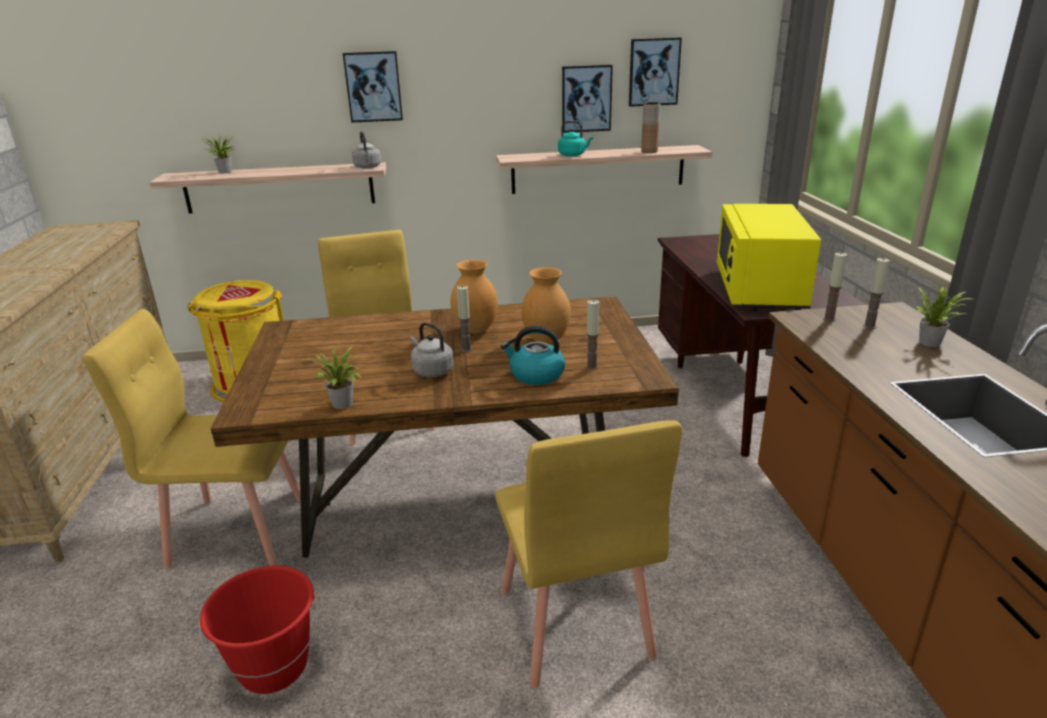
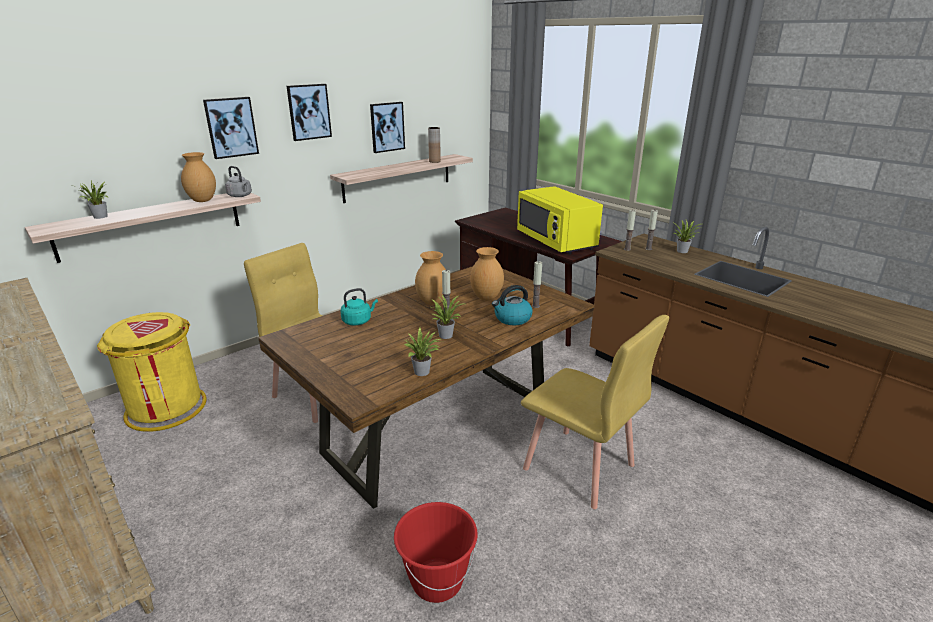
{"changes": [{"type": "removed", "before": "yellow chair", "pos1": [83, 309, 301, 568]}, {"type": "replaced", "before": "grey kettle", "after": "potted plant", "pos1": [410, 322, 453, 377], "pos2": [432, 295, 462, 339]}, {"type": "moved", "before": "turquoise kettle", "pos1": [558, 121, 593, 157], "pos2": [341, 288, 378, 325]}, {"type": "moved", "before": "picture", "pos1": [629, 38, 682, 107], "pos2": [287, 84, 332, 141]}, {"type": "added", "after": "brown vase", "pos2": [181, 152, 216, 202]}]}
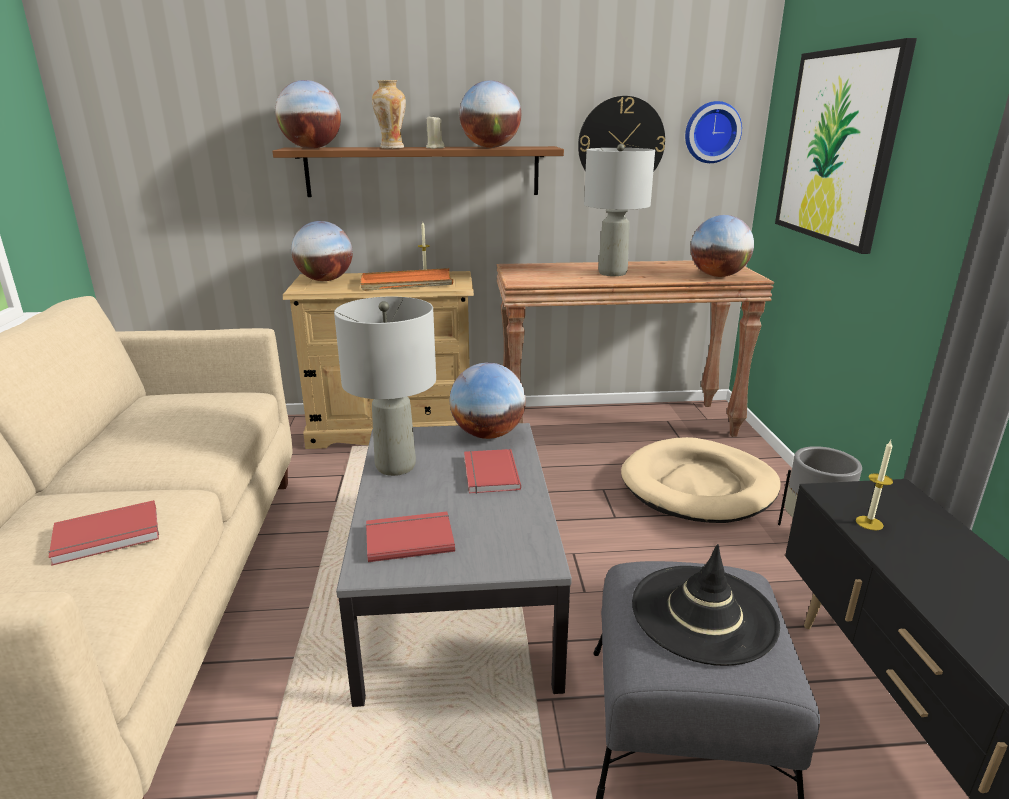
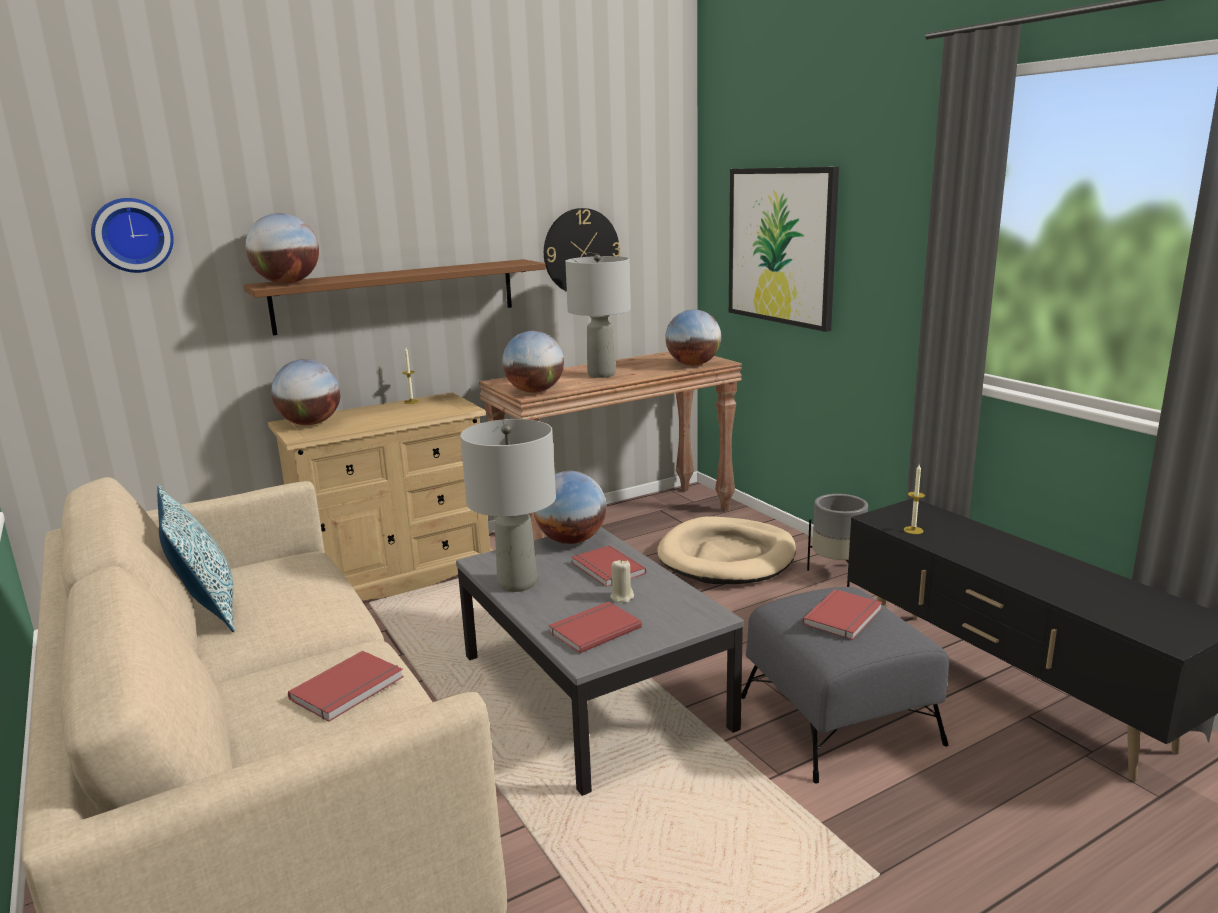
{"changes": [{"type": "removed", "before": "orange tray", "pos1": [361, 268, 453, 291]}, {"type": "removed", "before": "vase", "pos1": [372, 80, 406, 149]}, {"type": "moved", "before": "beige candle", "pos1": [426, 117, 445, 149], "pos2": [610, 560, 634, 603]}, {"type": "moved", "before": "globe", "pos1": [459, 80, 521, 148], "pos2": [502, 331, 564, 393]}, {"type": "replaced", "before": "black hat", "after": "red book", "pos1": [632, 544, 780, 666], "pos2": [803, 589, 882, 640]}, {"type": "moved", "before": "wall clock", "pos1": [685, 101, 742, 163], "pos2": [91, 198, 174, 273]}, {"type": "added", "after": "pillow", "pos2": [157, 485, 235, 632]}]}
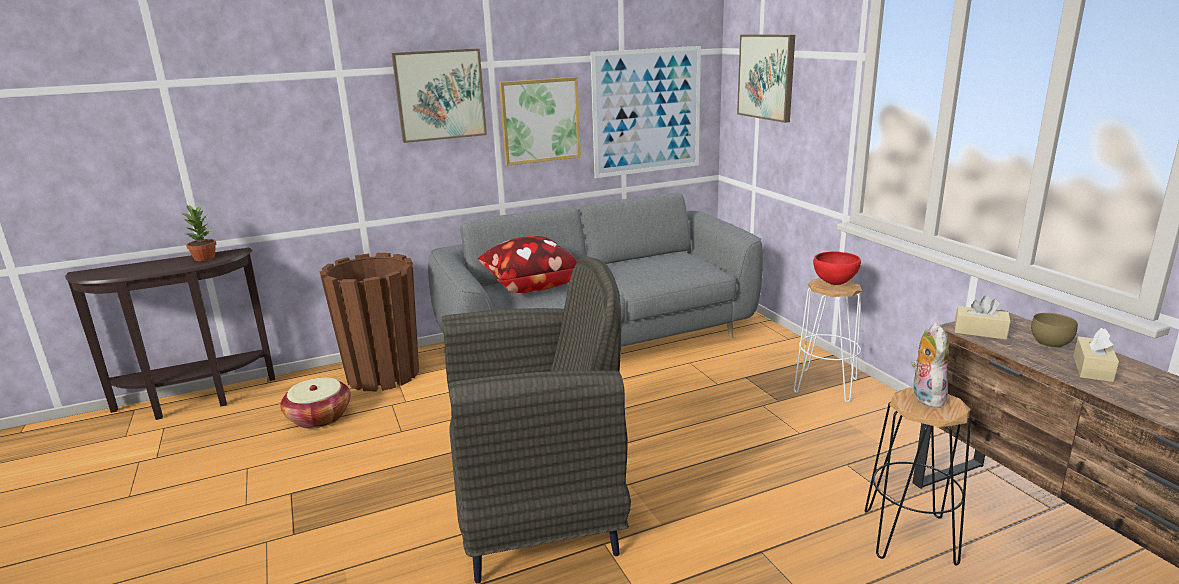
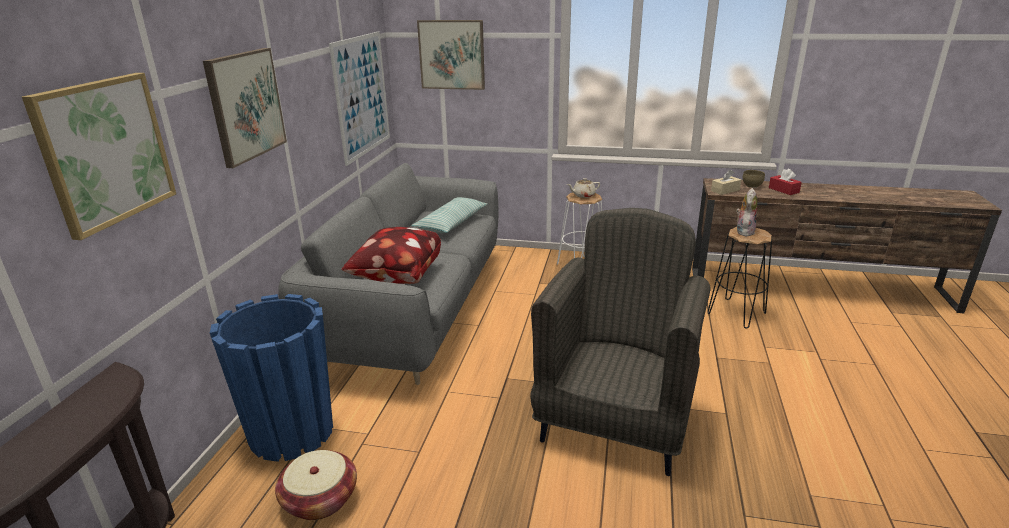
{"changes": [{"type": "removed", "before": "potted plant", "pos1": [181, 205, 216, 261]}, {"type": "recoloured", "before": "brown planter", "after": "blue planter", "pos1": [319, 253, 419, 391], "pos2": [210, 294, 333, 462]}, {"type": "moved", "before": "picture", "pos1": [499, 77, 581, 166], "pos2": [22, 73, 176, 240]}, {"type": "replaced", "before": "red bowl", "after": "beige teapot", "pos1": [813, 251, 861, 285], "pos2": [567, 178, 600, 198]}, {"type": "turned", "before": "plush toy", "pos1": [911, 323, 949, 408], "pos2": [736, 188, 757, 236], "turn": 75}, {"type": "recoloured", "before": "beige tissue box", "after": "red tissue box", "pos1": [1073, 328, 1119, 382], "pos2": [769, 169, 802, 195]}, {"type": "added", "after": "pillow", "pos2": [411, 197, 488, 233]}]}
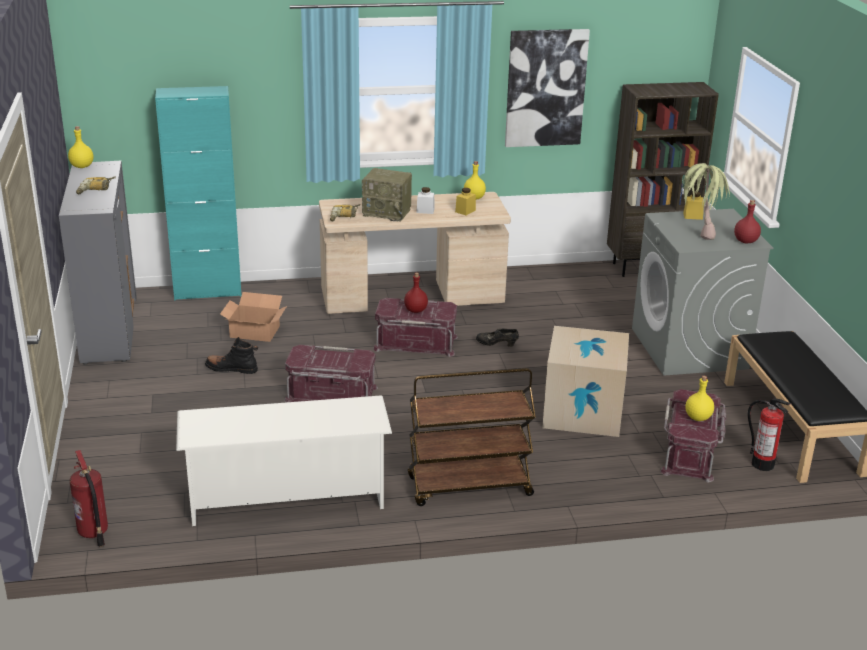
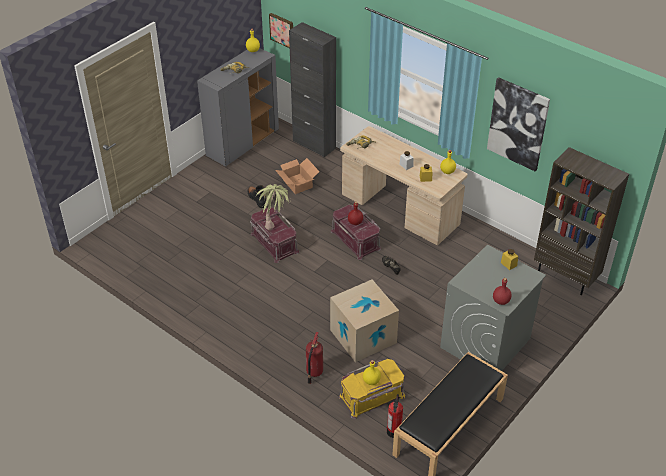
{"changes": [{"type": "moved", "before": "fire extinguisher", "pos1": [70, 450, 108, 547], "pos2": [306, 332, 323, 384]}, {"type": "recoloured", "before": "turquoise cabinet", "after": "black cabinet", "pos1": [155, 86, 242, 300], "pos2": [289, 22, 336, 157]}, {"type": "removed", "before": "white shoe rack", "pos1": [176, 395, 392, 526]}, {"type": "removed", "before": "radio", "pos1": [362, 168, 412, 222]}, {"type": "removed", "before": "brown cart", "pos1": [408, 368, 536, 506]}, {"type": "recoloured", "before": "red storage box", "after": "yellow storage box", "pos1": [660, 389, 726, 482], "pos2": [339, 359, 405, 419]}, {"type": "moved", "before": "potted plant", "pos1": [680, 163, 730, 240], "pos2": [256, 184, 289, 230]}, {"type": "added", "after": "picture", "pos2": [269, 13, 293, 48]}]}
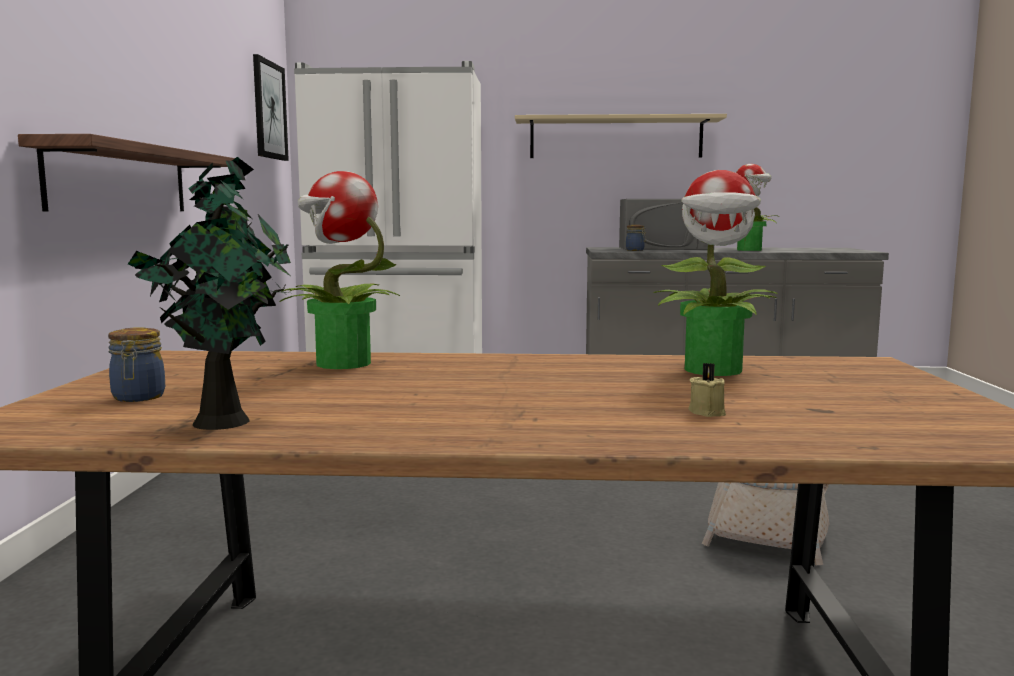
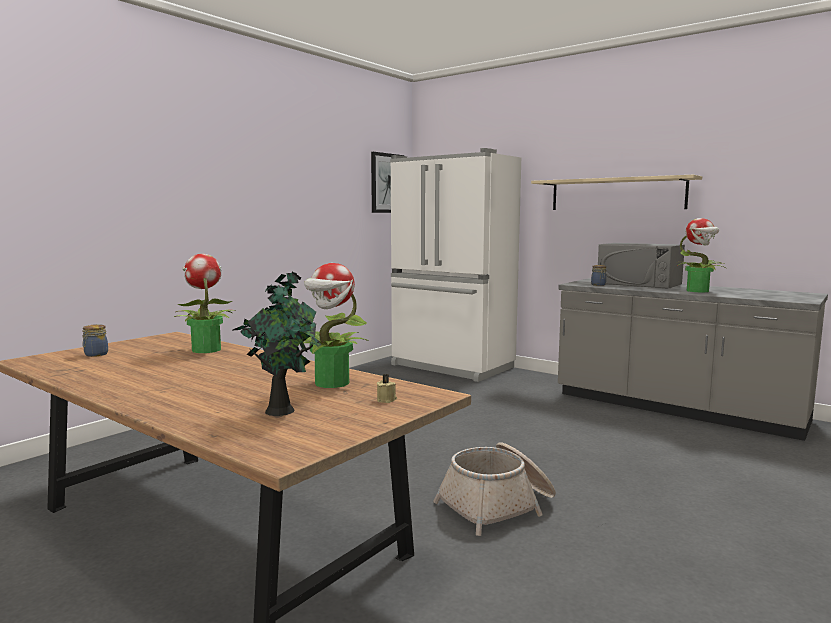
{"changes": [{"type": "removed", "before": "shelf", "pos1": [18, 134, 235, 211]}, {"type": "moved", "before": "potted plant", "pos1": [128, 157, 292, 430], "pos2": [233, 271, 321, 416]}, {"type": "moved", "before": "beige candle", "pos1": [688, 363, 726, 417], "pos2": [377, 374, 397, 403]}]}
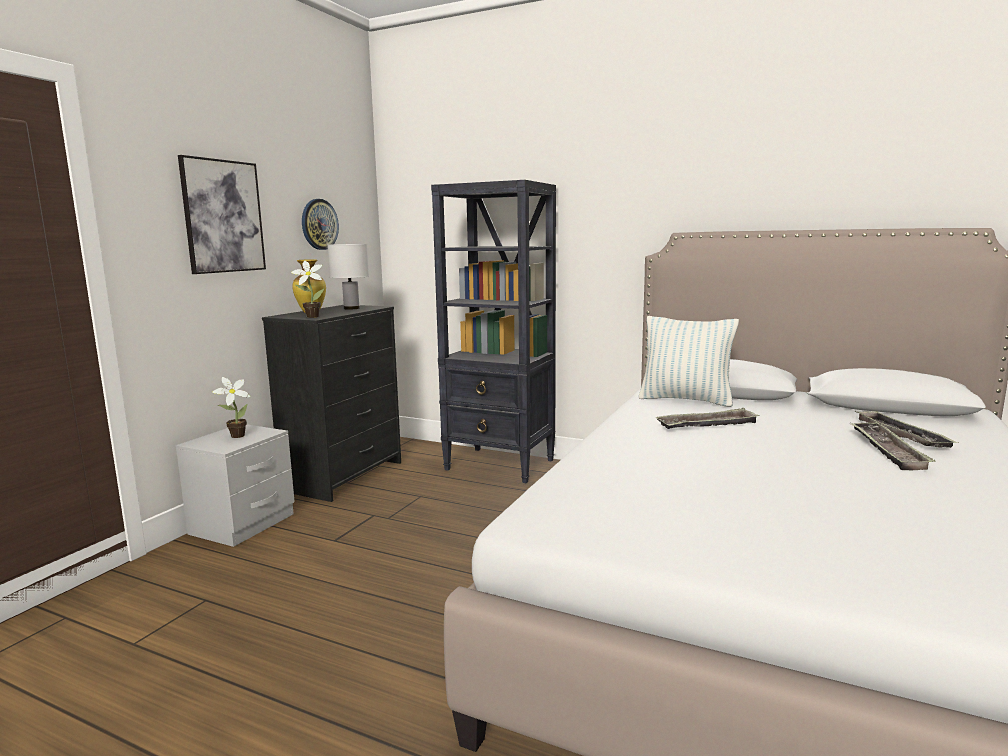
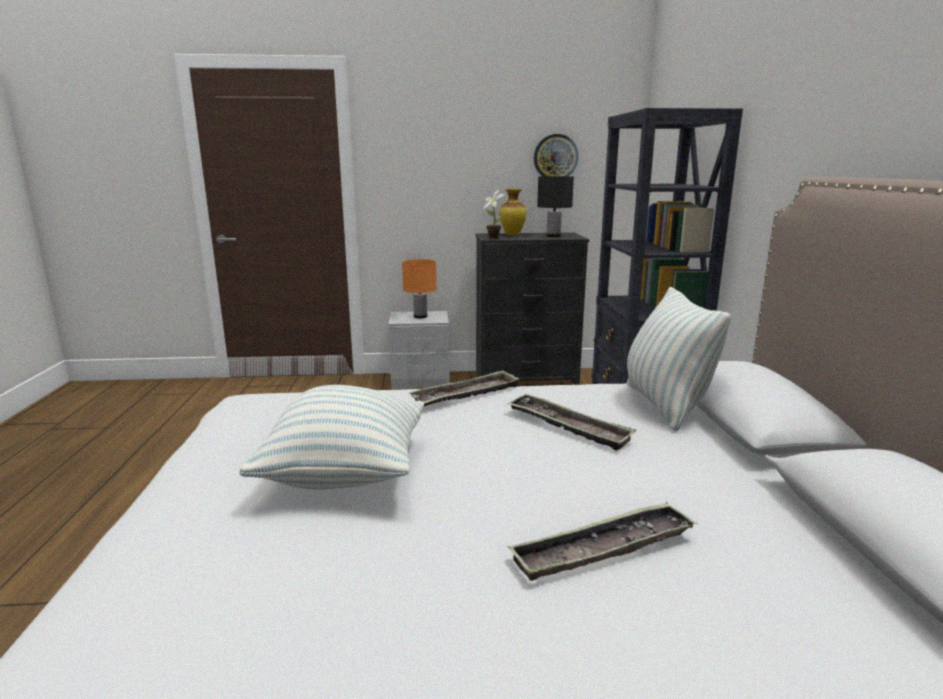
{"changes": [{"type": "removed", "before": "picture", "pos1": [178, 155, 266, 274]}, {"type": "replaced", "before": "potted plant", "after": "orange table lamp", "pos1": [212, 377, 251, 438], "pos2": [402, 259, 437, 318]}, {"type": "recoloured", "before": "white table lamp", "after": "black table lamp", "pos1": [328, 244, 369, 310], "pos2": [537, 176, 574, 237]}, {"type": "moved", "before": "tray", "pos1": [855, 411, 959, 448], "pos2": [409, 370, 520, 406]}, {"type": "added", "after": "pillow", "pos2": [240, 385, 424, 490]}]}
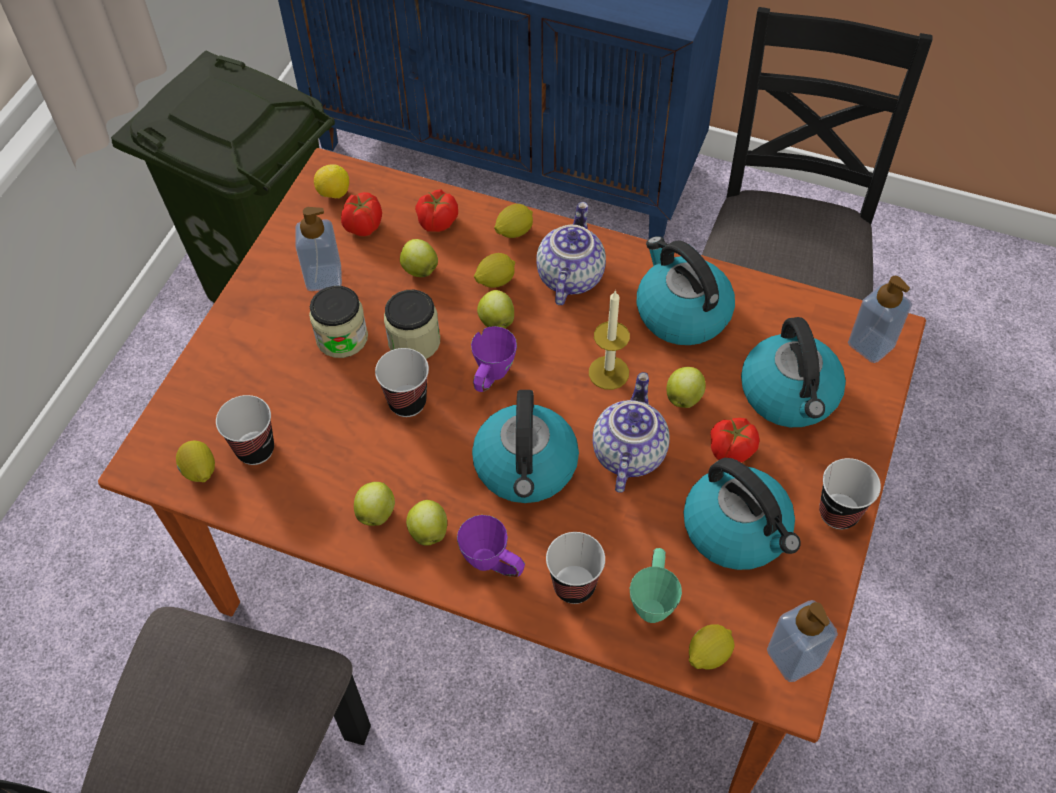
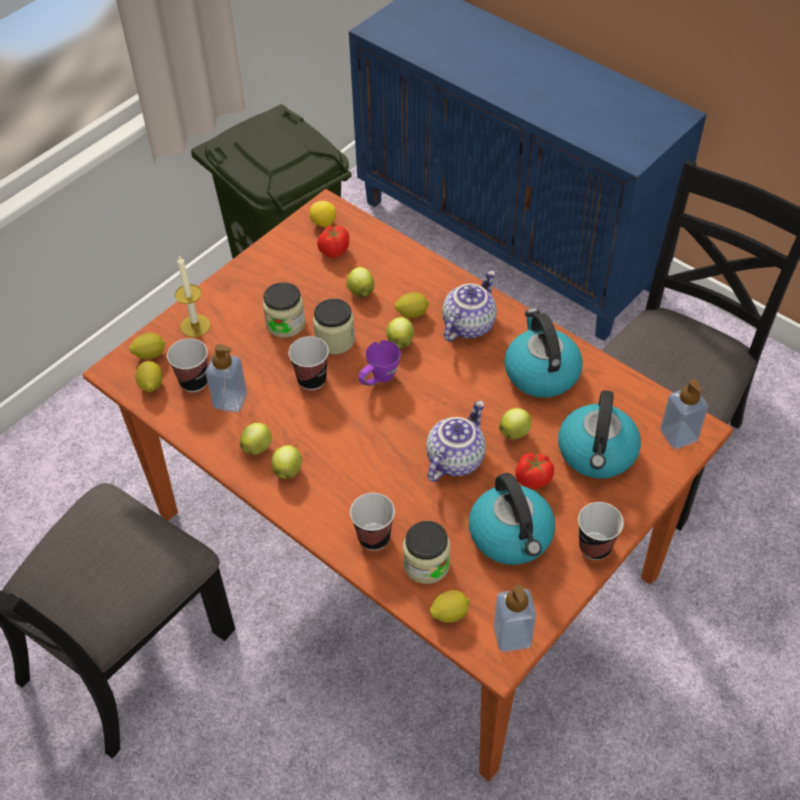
{"changes": [{"type": "moved", "before": "soap dispenser", "pos1": [295, 207, 342, 291], "pos2": [205, 344, 247, 413]}, {"type": "removed", "before": "tomato", "pos1": [415, 189, 458, 232]}, {"type": "removed", "before": "purple mug", "pos1": [457, 515, 525, 577]}, {"type": "removed", "before": "kettle", "pos1": [472, 390, 579, 503]}, {"type": "moved", "before": "lemon", "pos1": [494, 204, 533, 238], "pos2": [129, 333, 166, 359]}, {"type": "moved", "before": "candle", "pos1": [589, 290, 630, 390], "pos2": [175, 255, 211, 337]}, {"type": "replaced", "before": "green mug", "after": "jar", "pos1": [630, 548, 682, 623], "pos2": [403, 521, 450, 584]}]}
